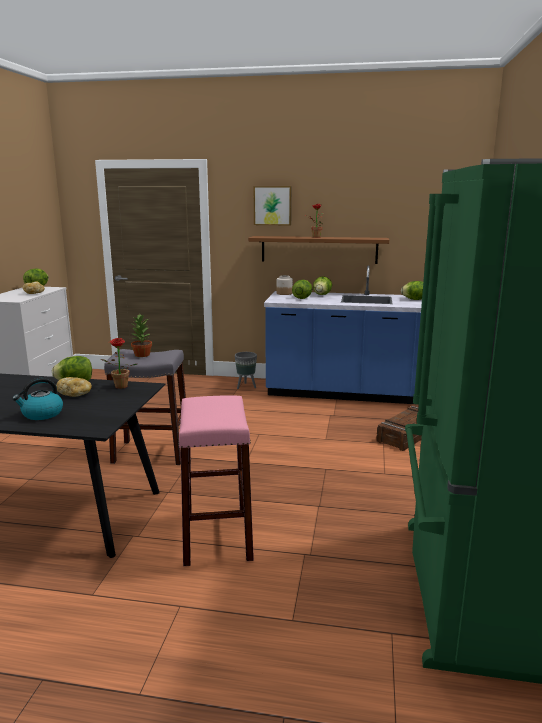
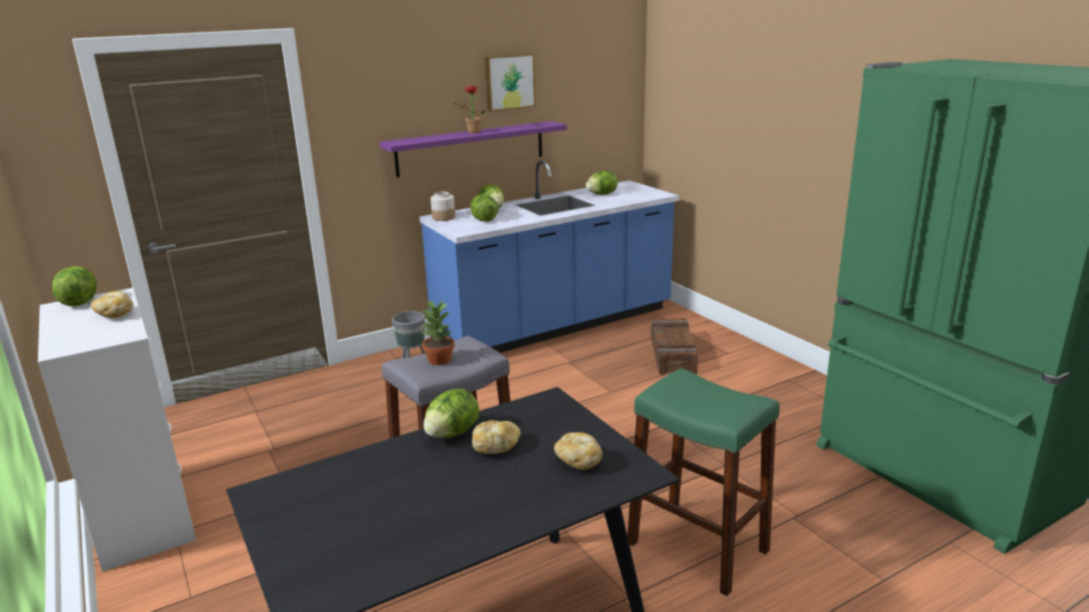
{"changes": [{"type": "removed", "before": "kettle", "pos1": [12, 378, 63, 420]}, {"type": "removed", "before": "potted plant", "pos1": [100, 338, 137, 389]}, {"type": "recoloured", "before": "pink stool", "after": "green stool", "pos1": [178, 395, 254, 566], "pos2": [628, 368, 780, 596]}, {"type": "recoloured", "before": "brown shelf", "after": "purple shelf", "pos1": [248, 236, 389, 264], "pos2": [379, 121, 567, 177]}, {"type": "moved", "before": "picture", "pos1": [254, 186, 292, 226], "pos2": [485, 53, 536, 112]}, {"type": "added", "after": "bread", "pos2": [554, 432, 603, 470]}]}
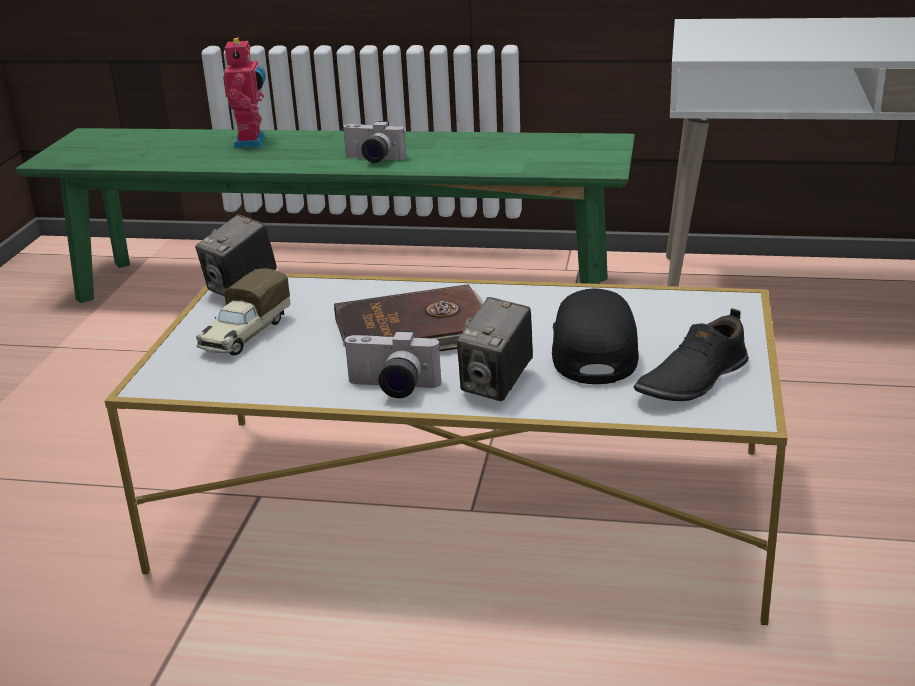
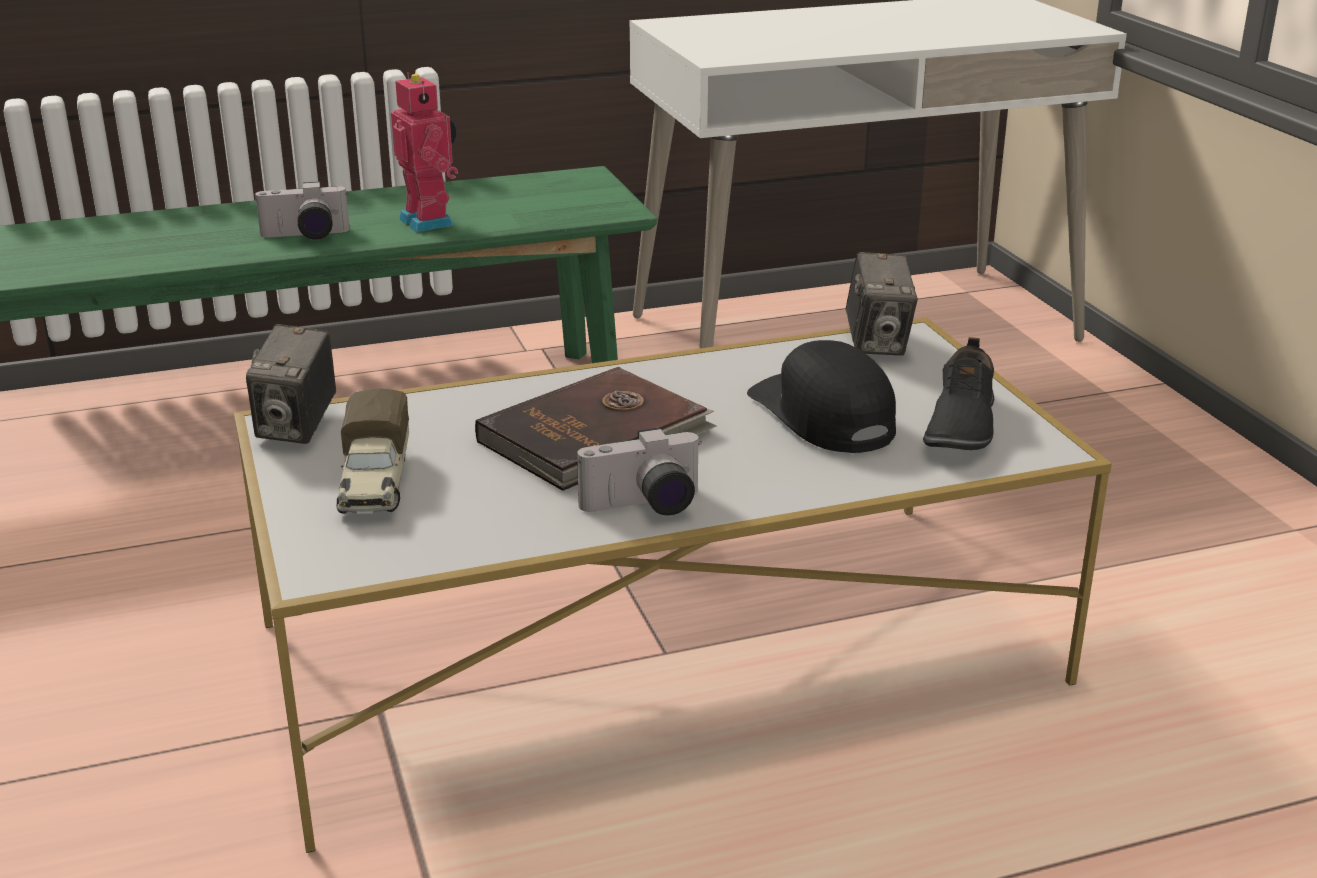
{"changes": [{"type": "moved", "before": "toy robot", "pos1": [223, 37, 266, 148], "pos2": [391, 72, 458, 232]}, {"type": "moved", "before": "photo camera", "pos1": [457, 297, 533, 401], "pos2": [846, 252, 918, 356]}]}
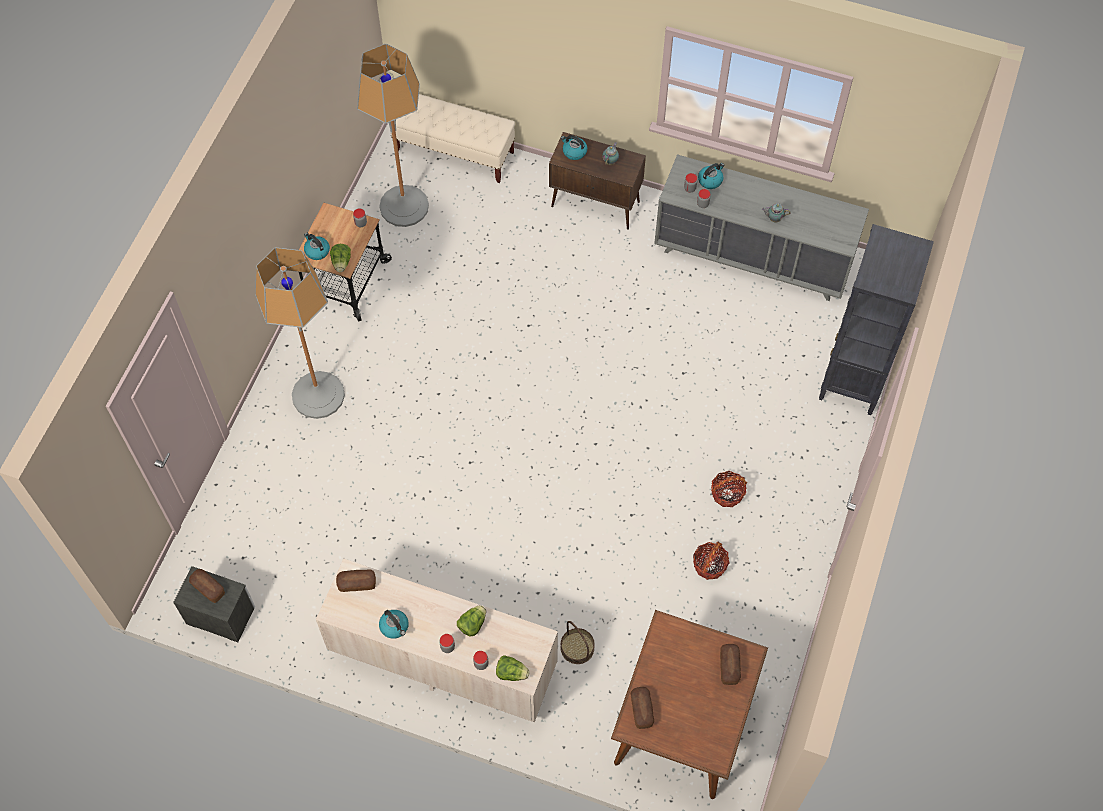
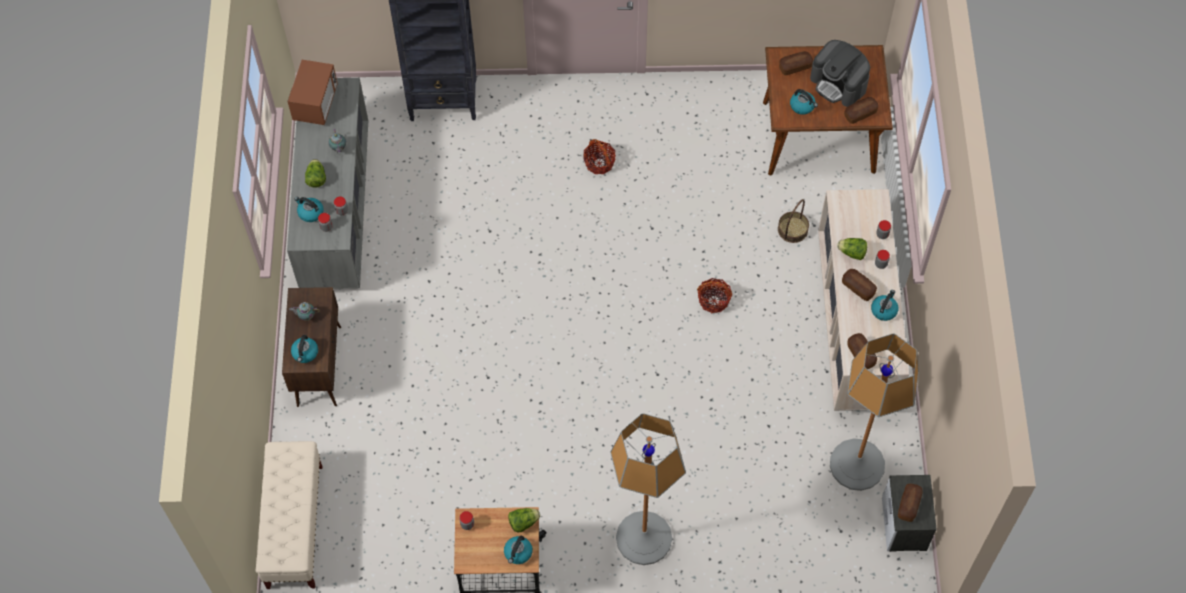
{"changes": [{"type": "moved", "before": "floor lamp", "pos1": [357, 44, 429, 227], "pos2": [830, 333, 919, 491]}, {"type": "moved", "before": "lettuce", "pos1": [496, 655, 530, 681], "pos2": [305, 159, 326, 187]}, {"type": "moved", "before": "basket", "pos1": [693, 542, 730, 580], "pos2": [697, 278, 732, 313]}, {"type": "added", "after": "microwave", "pos2": [287, 59, 338, 125]}, {"type": "added", "after": "kettle", "pos2": [790, 89, 818, 115]}, {"type": "added", "after": "coffee machine", "pos2": [810, 40, 870, 107]}, {"type": "added", "after": "bread", "pos2": [842, 269, 877, 301]}]}
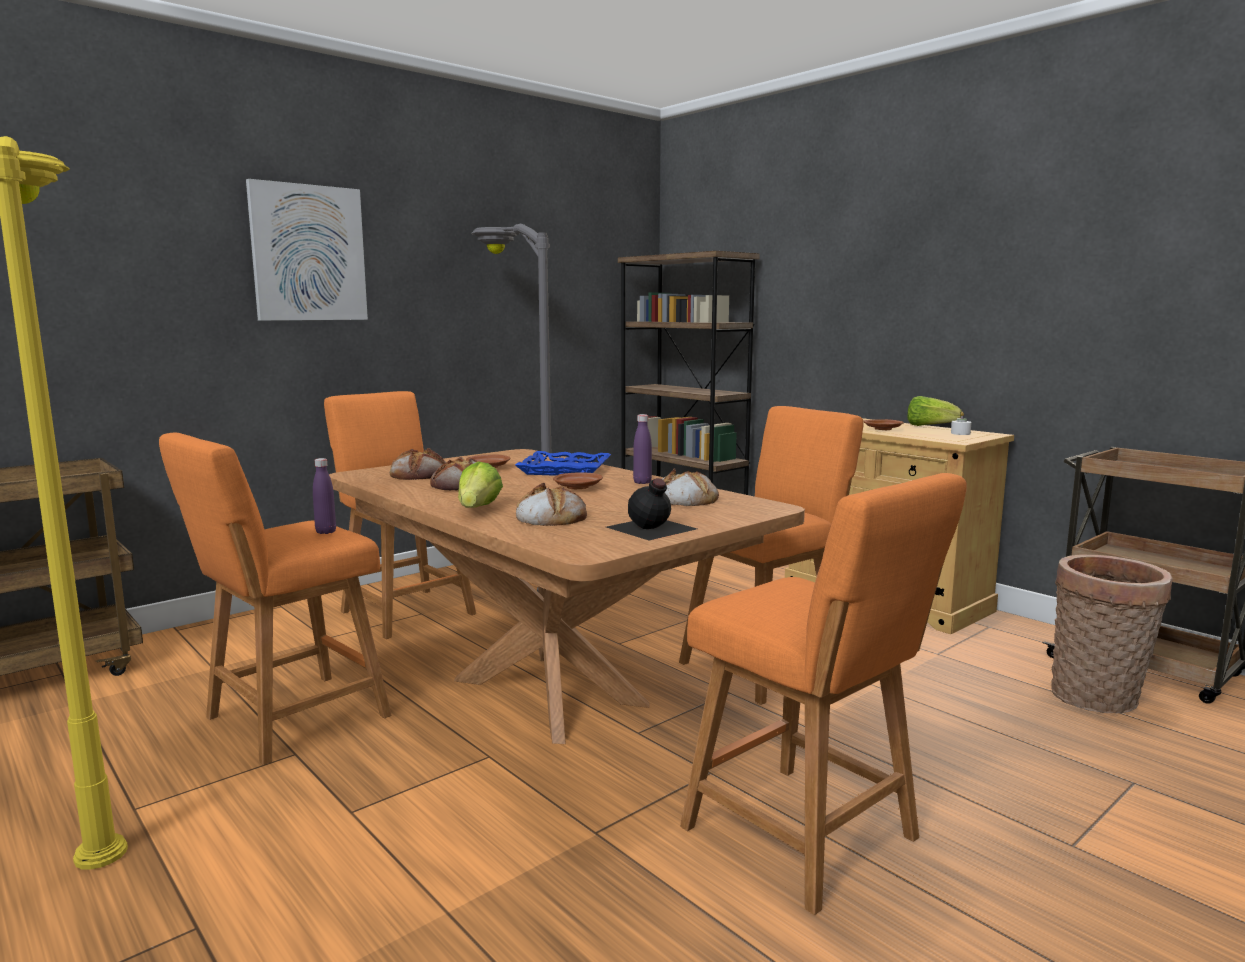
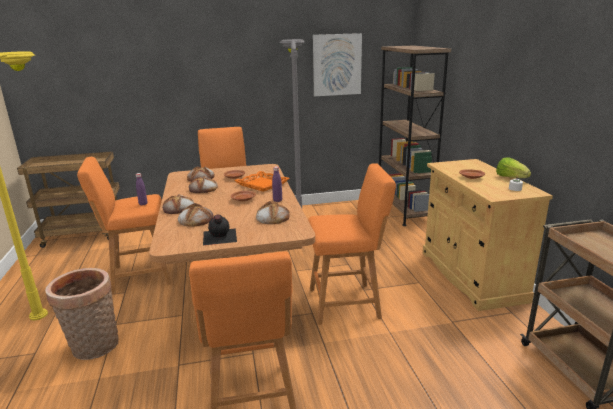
{"changes": [{"type": "moved", "before": "picture", "pos1": [246, 179, 368, 321], "pos2": [313, 33, 362, 96]}, {"type": "replaced", "before": "lettuce", "after": "bread", "pos1": [458, 461, 503, 508], "pos2": [162, 194, 194, 214]}, {"type": "recoloured", "before": "blue tray", "after": "orange tray", "pos1": [515, 451, 611, 476], "pos2": [234, 171, 290, 192]}, {"type": "moved", "before": "basket", "pos1": [1051, 555, 1173, 713], "pos2": [45, 268, 119, 360]}]}
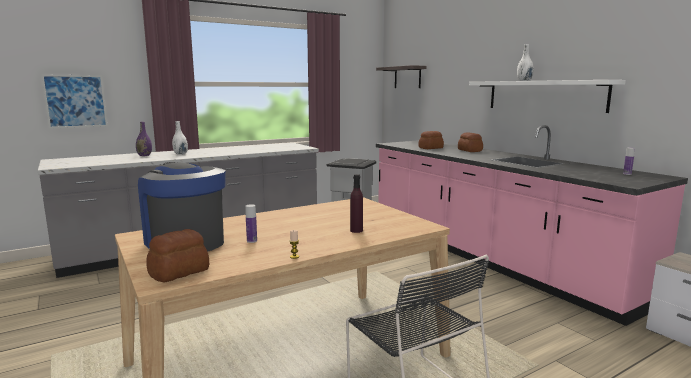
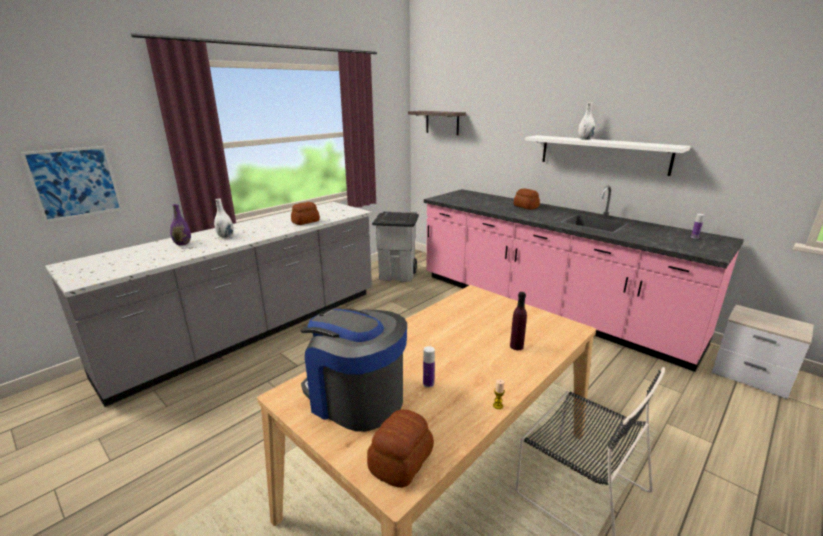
{"changes": [{"type": "moved", "before": "bread", "pos1": [418, 131, 444, 149], "pos2": [291, 202, 320, 225]}]}
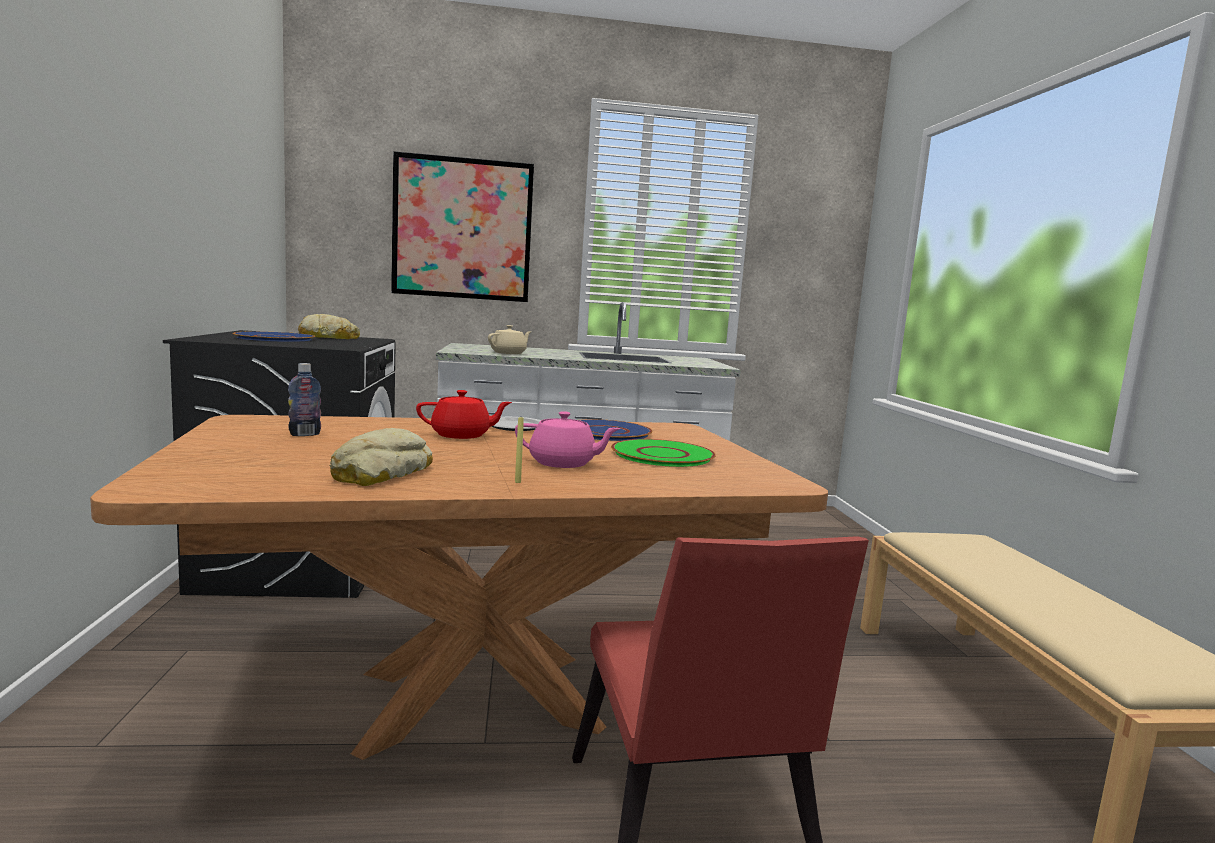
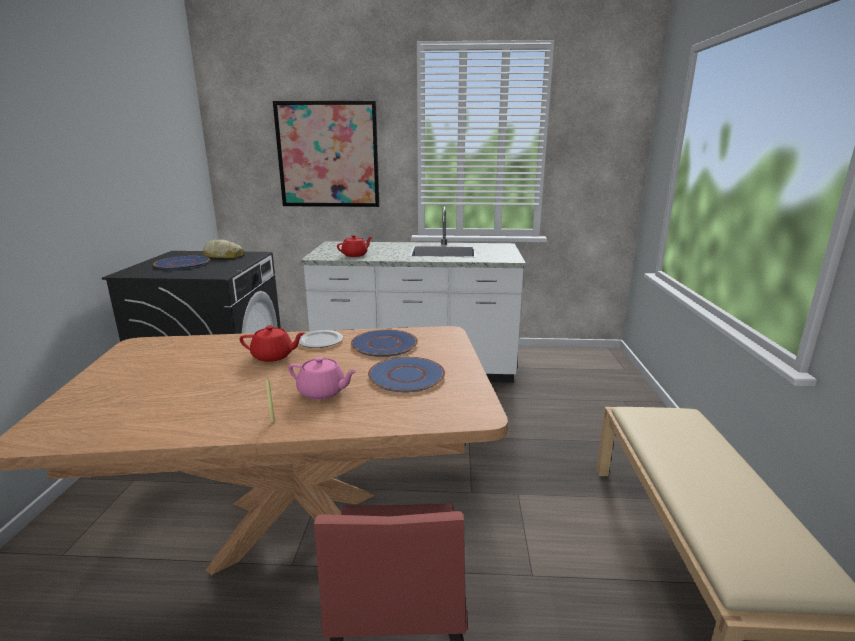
{"changes": [{"type": "removed", "before": "bottle", "pos1": [288, 363, 321, 436]}, {"type": "removed", "before": "bread", "pos1": [329, 428, 433, 486]}, {"type": "recoloured", "before": "beige teapot", "after": "red teapot", "pos1": [488, 325, 532, 354], "pos2": [337, 235, 372, 257]}, {"type": "recoloured", "before": "green plate", "after": "blue plate", "pos1": [611, 439, 716, 467], "pos2": [368, 357, 445, 393]}]}
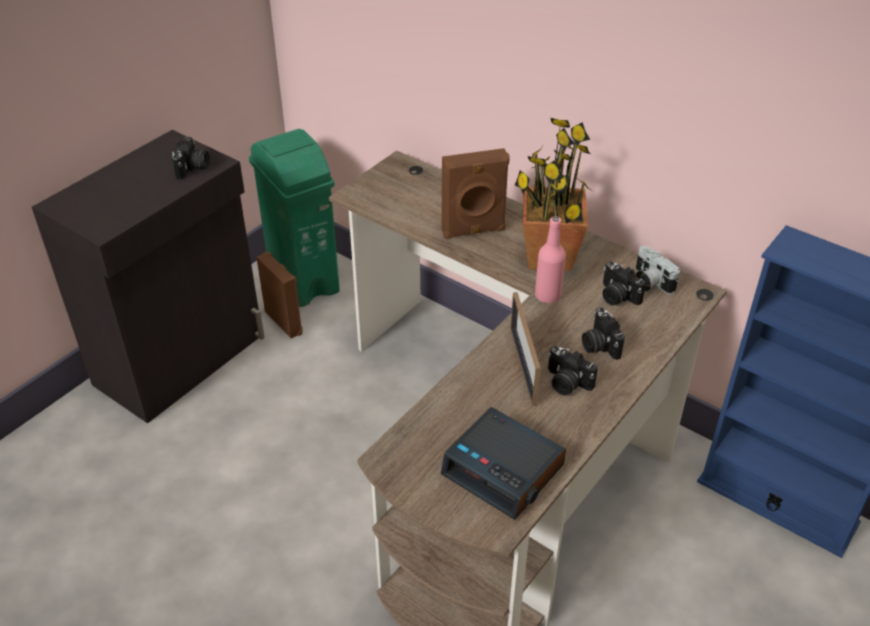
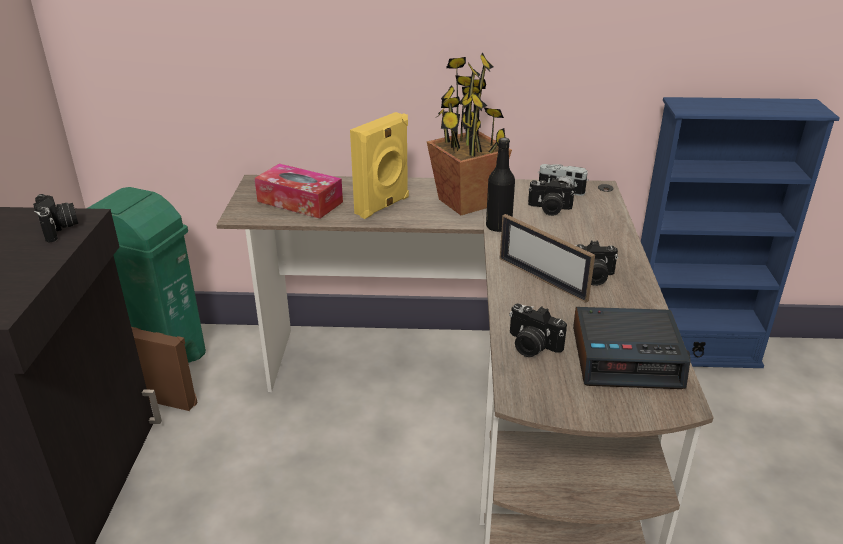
{"changes": [{"type": "recoloured", "before": "brown speaker", "after": "yellow speaker", "pos1": [442, 148, 510, 239], "pos2": [350, 112, 409, 219]}, {"type": "recoloured", "before": "pink bottle", "after": "black bottle", "pos1": [535, 216, 566, 303], "pos2": [486, 138, 515, 232]}, {"type": "moved", "before": "photo camera", "pos1": [582, 307, 625, 360], "pos2": [509, 303, 567, 357]}, {"type": "added", "after": "tissue box", "pos2": [255, 164, 343, 219]}]}
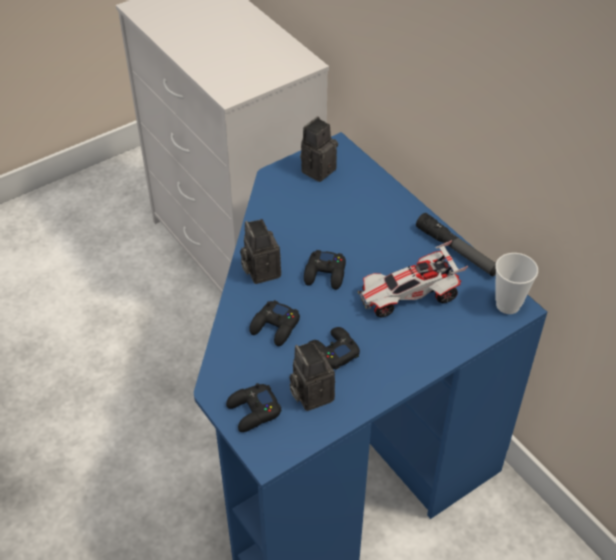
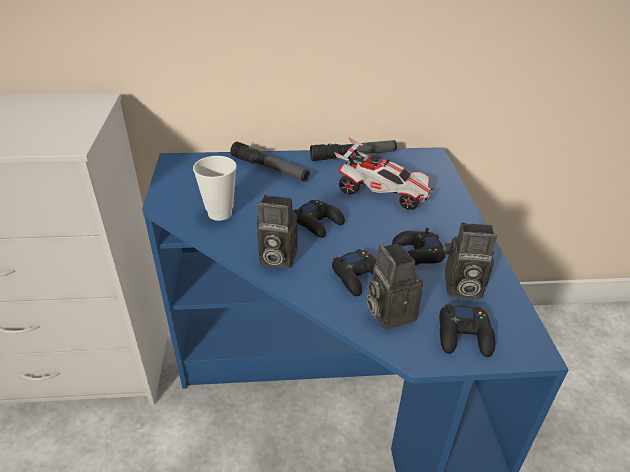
{"changes": [{"type": "moved", "before": "photo camera", "pos1": [300, 116, 338, 182], "pos2": [367, 243, 423, 330]}, {"type": "turned", "before": "toy car", "pos1": [357, 240, 468, 318], "pos2": [334, 138, 435, 210], "turn": -75}, {"type": "moved", "before": "cup", "pos1": [495, 253, 538, 314], "pos2": [193, 156, 237, 221]}, {"type": "added", "after": "flashlight", "pos2": [230, 142, 310, 181]}]}
